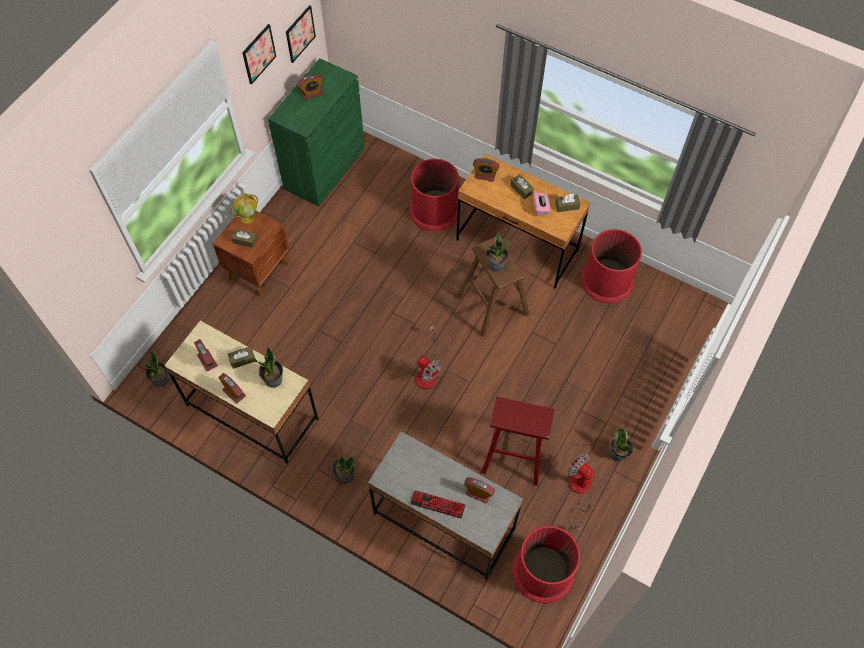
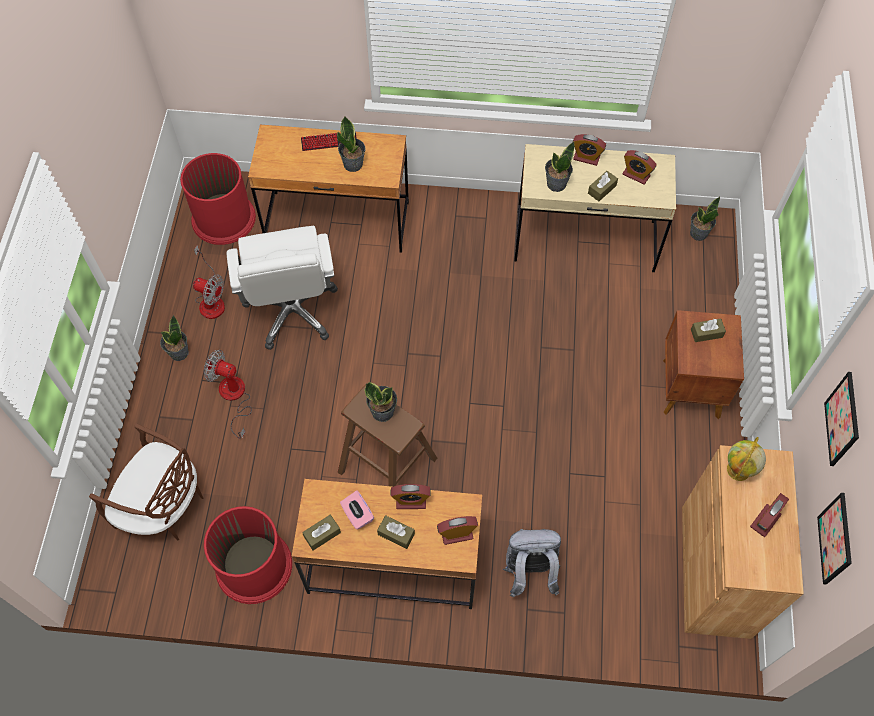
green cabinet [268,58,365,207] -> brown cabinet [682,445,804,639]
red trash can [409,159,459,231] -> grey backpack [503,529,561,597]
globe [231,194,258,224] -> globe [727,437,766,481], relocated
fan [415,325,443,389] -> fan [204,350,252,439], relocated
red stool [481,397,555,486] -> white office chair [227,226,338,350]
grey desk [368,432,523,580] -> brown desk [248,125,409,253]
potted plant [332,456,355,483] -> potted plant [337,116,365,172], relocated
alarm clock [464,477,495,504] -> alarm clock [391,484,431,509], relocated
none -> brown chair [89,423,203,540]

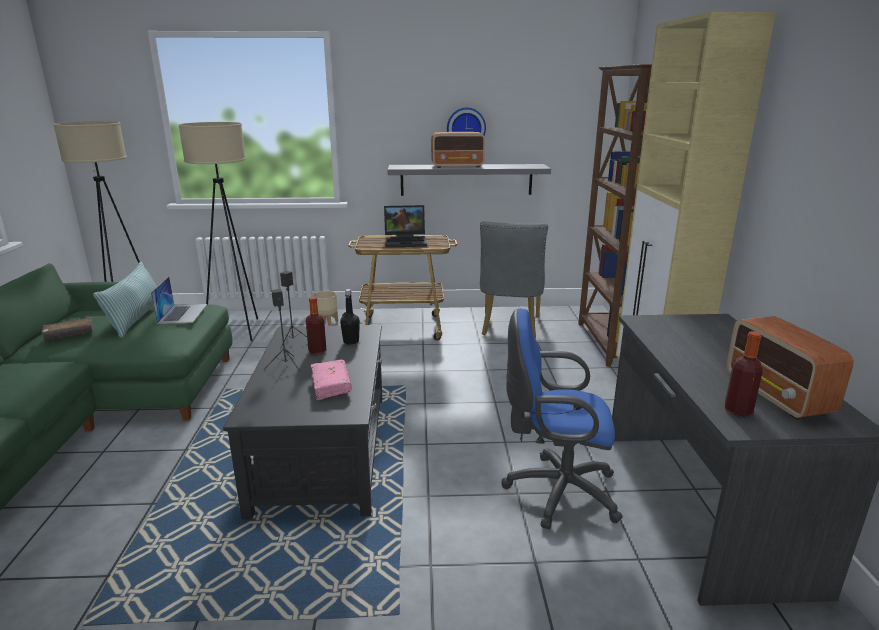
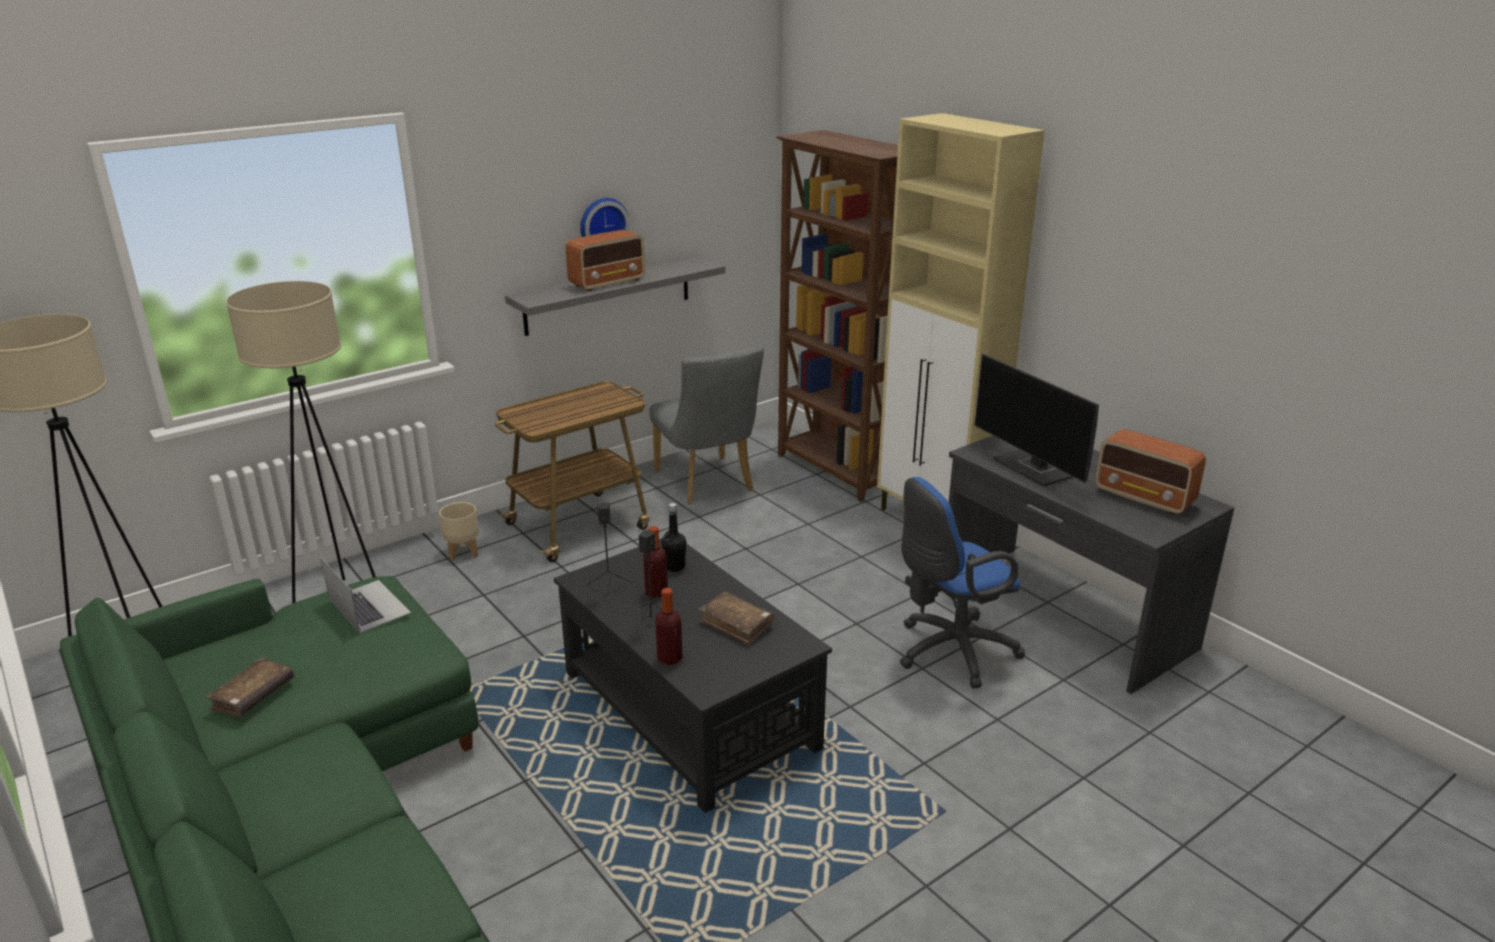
laptop [384,205,427,248] -> none
pillow [93,262,157,338] -> none
bottle [725,331,763,417] -> bottle [655,588,683,665], relocated
pink book [311,360,352,401] -> brown book [699,591,774,646]
none -> monitor [974,354,1099,487]

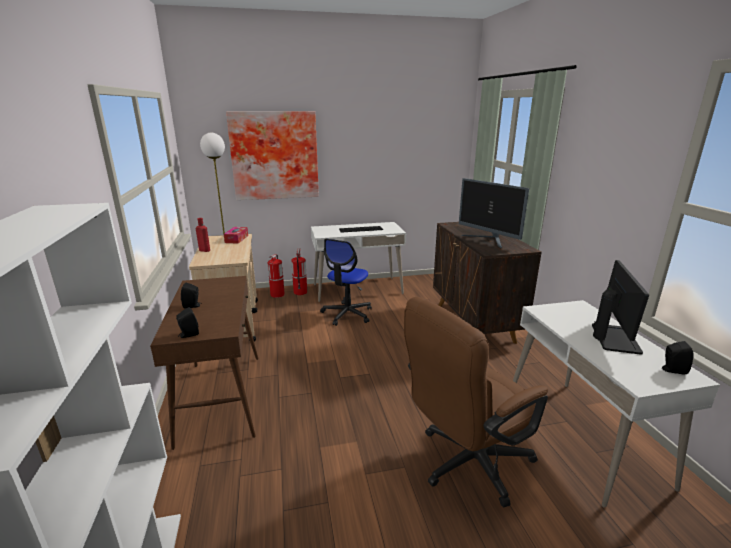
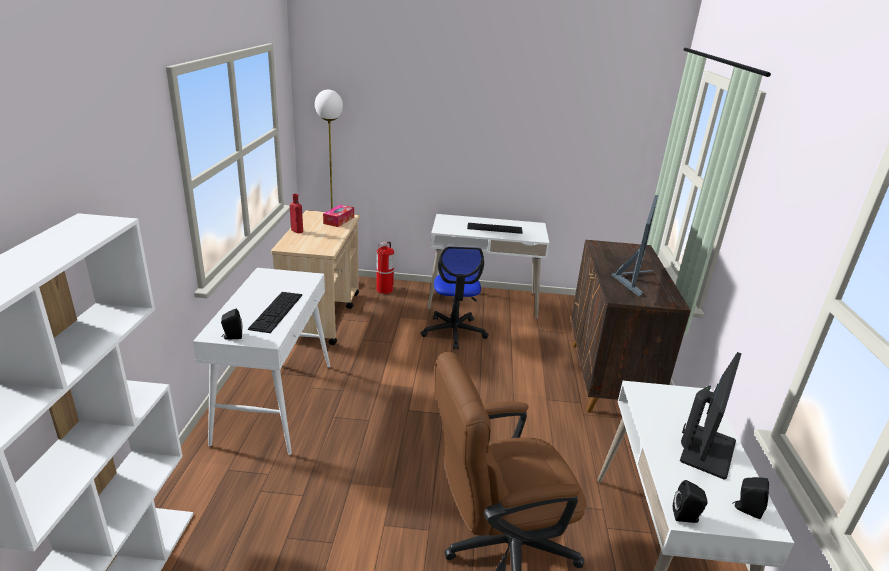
picture [226,111,319,200] -> none
monitor [459,178,529,249] -> monitor [612,195,658,297], 135 degrees counterclockwise
office chair [320,238,372,326] -> office chair [421,247,488,350], 45 degrees counterclockwise
fire extinguisher [291,248,307,295] -> none
brown console table [150,276,259,450] -> white console table [193,268,330,455]
black speaker [181,283,202,309] -> black speaker [673,480,708,523], relocated
none -> keyboard [248,292,302,333]

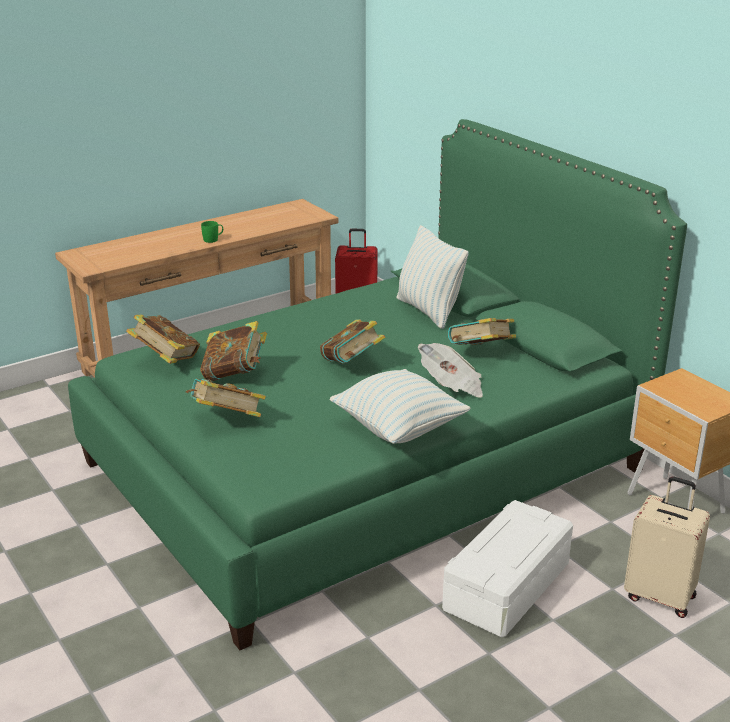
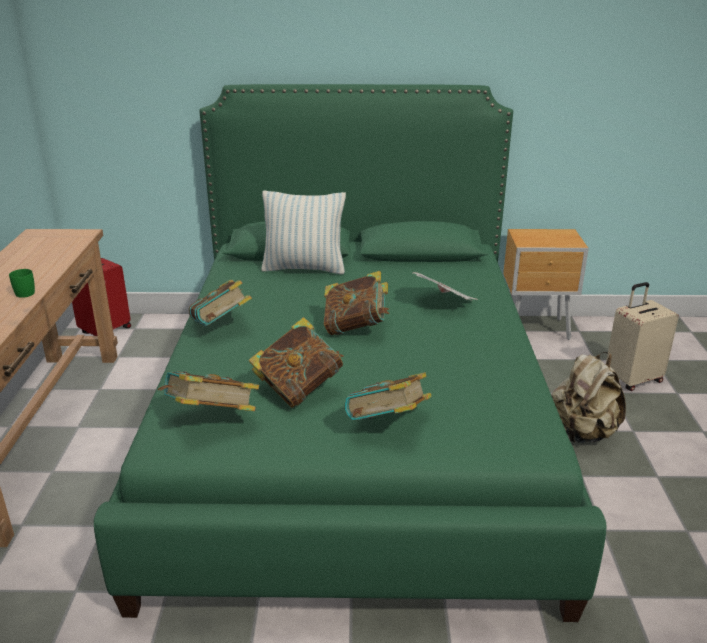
book [448,318,516,345] -> book [189,280,252,326], relocated
pillow [329,369,470,444] -> none
white storage box [442,500,573,637] -> beige backpack [552,352,626,443]

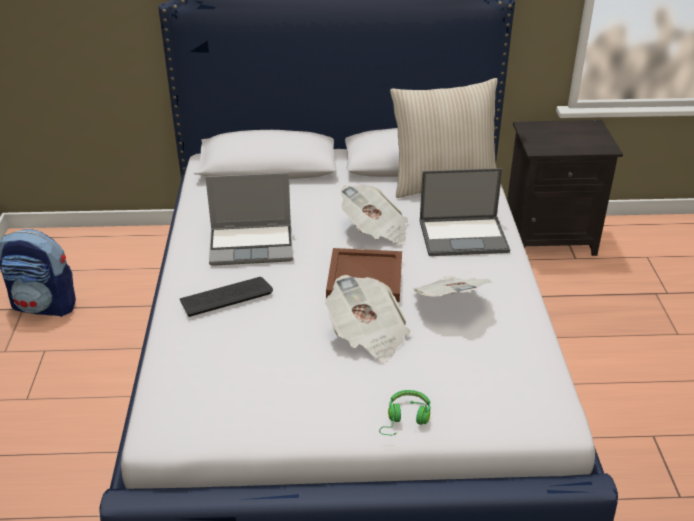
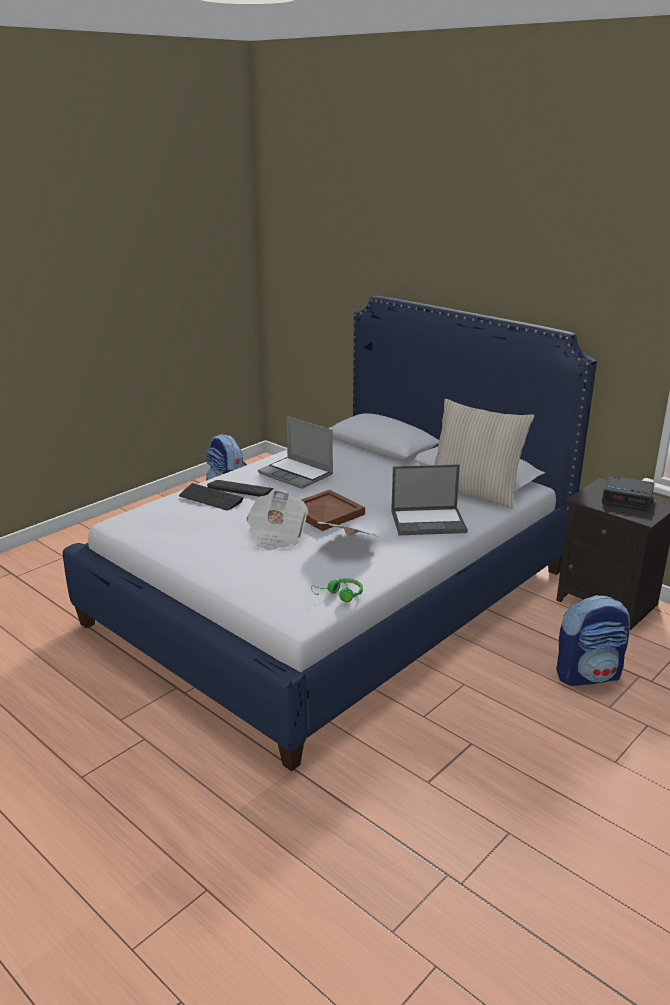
laptop [420,168,510,256] -> laptop [391,464,468,535], 45 degrees counterclockwise
newspaper [341,185,408,245] -> none
green headphones [379,390,431,435] -> green headphones [311,578,363,602], relocated
none -> alarm clock [602,475,655,511]
none -> keyboard [179,483,244,511]
none -> backpack [556,595,630,686]

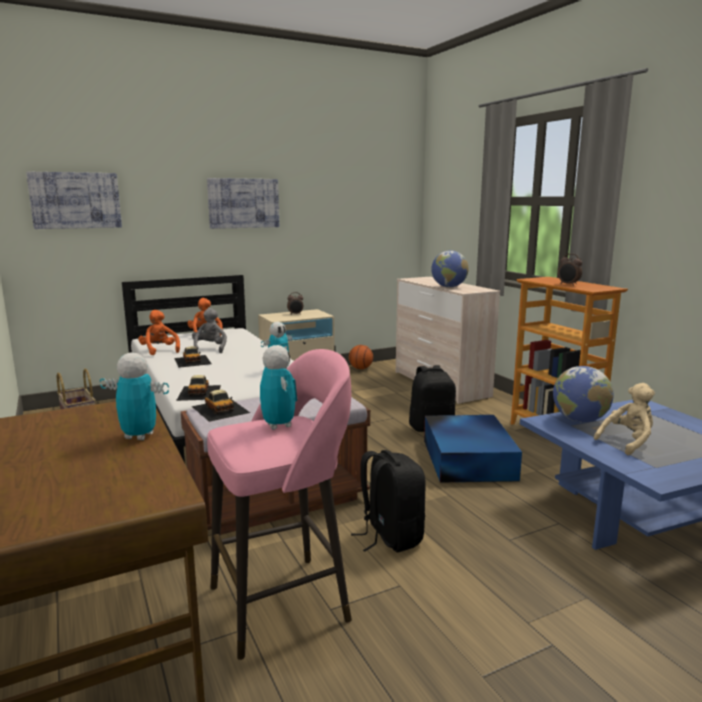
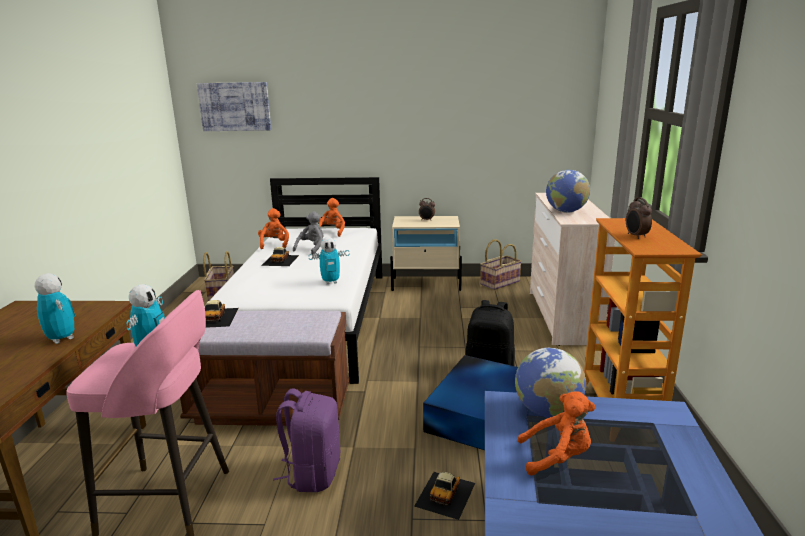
picture [207,178,279,229] -> none
basketball [349,345,373,369] -> basket [480,239,522,290]
toy car [176,375,221,401] -> toy car [414,472,475,520], relocated
beige plush toy [594,383,655,455] -> orange plush toy [518,392,595,476]
black backpack [351,450,426,552] -> purple backpack [273,389,340,492]

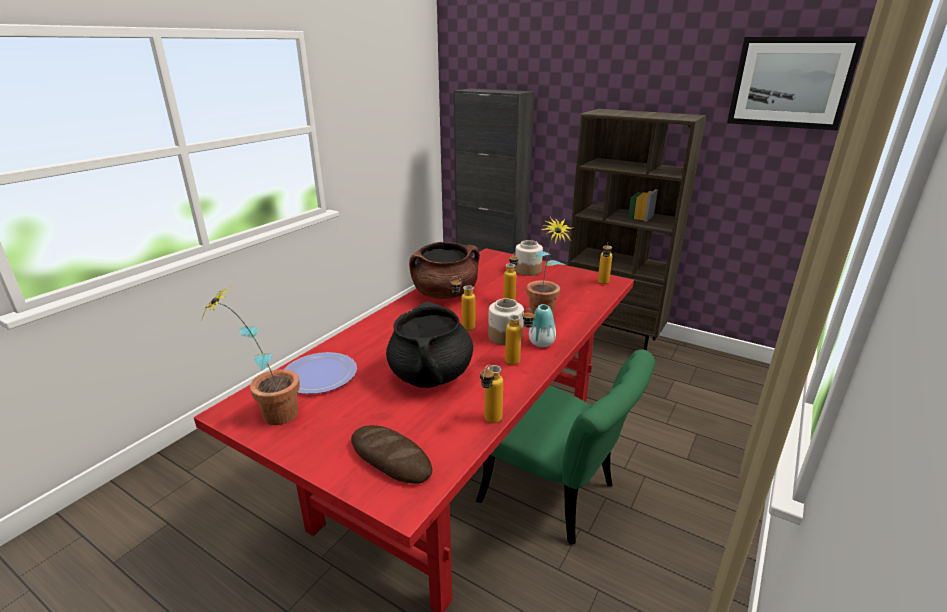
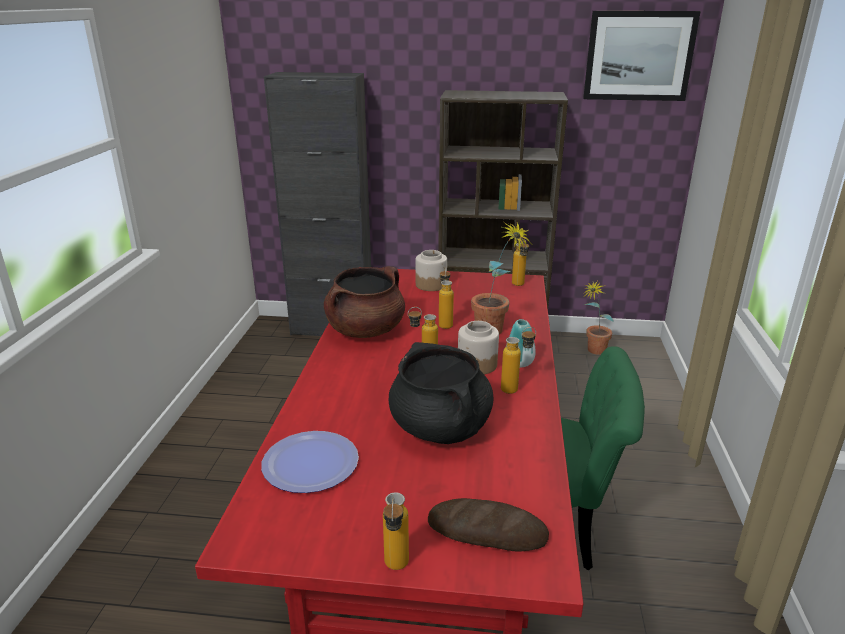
potted plant [202,287,300,425] -> potted plant [584,280,614,355], relocated
bottle [480,365,503,423] -> bottle [383,492,409,570], relocated

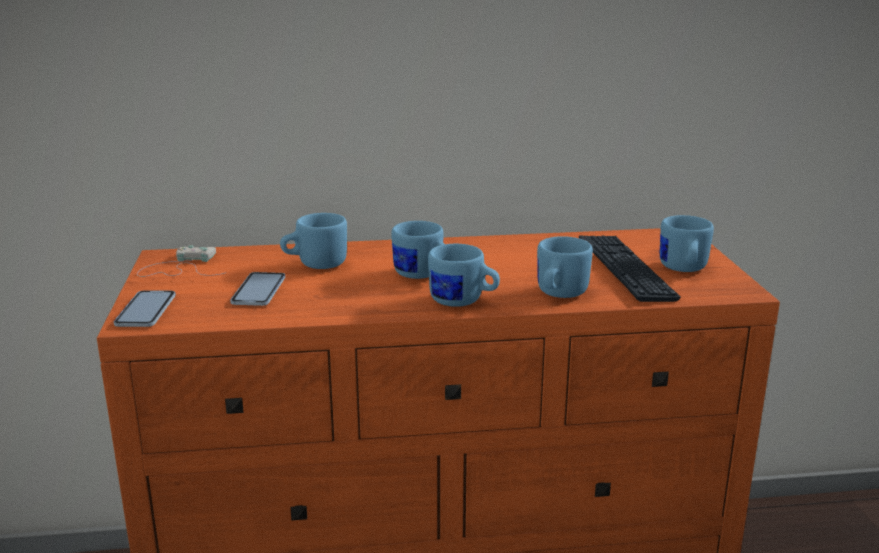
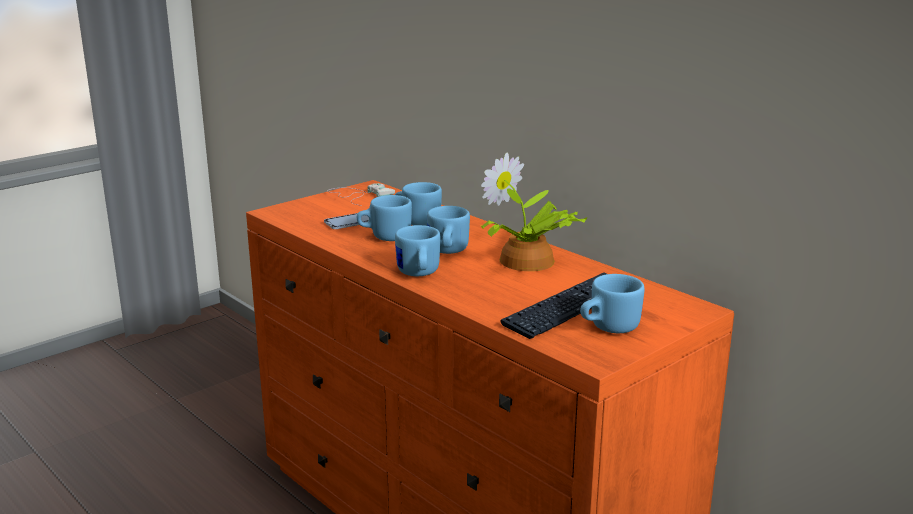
blue mug [537,236,593,298] -> blue mug [357,195,412,241], relocated
phone [114,290,176,327] -> none
none -> potted plant [481,153,588,271]

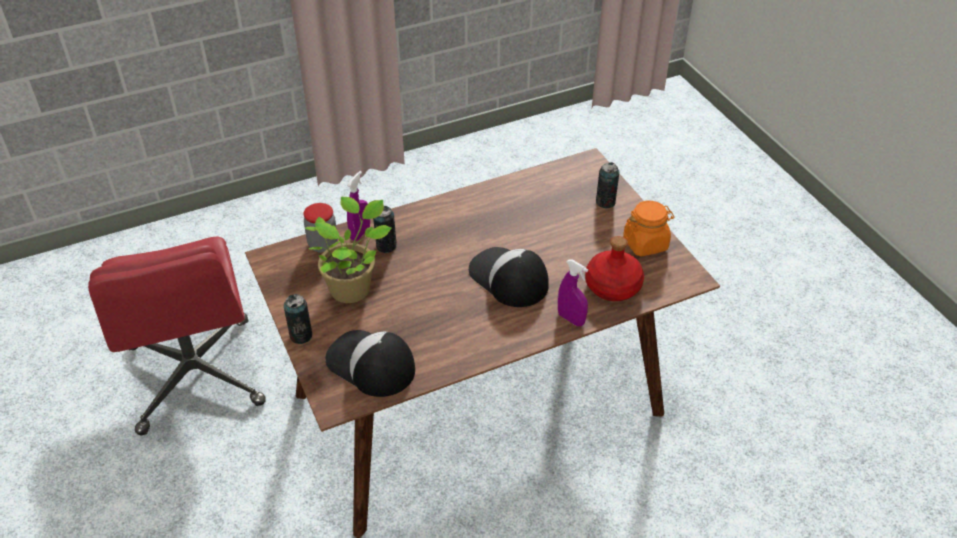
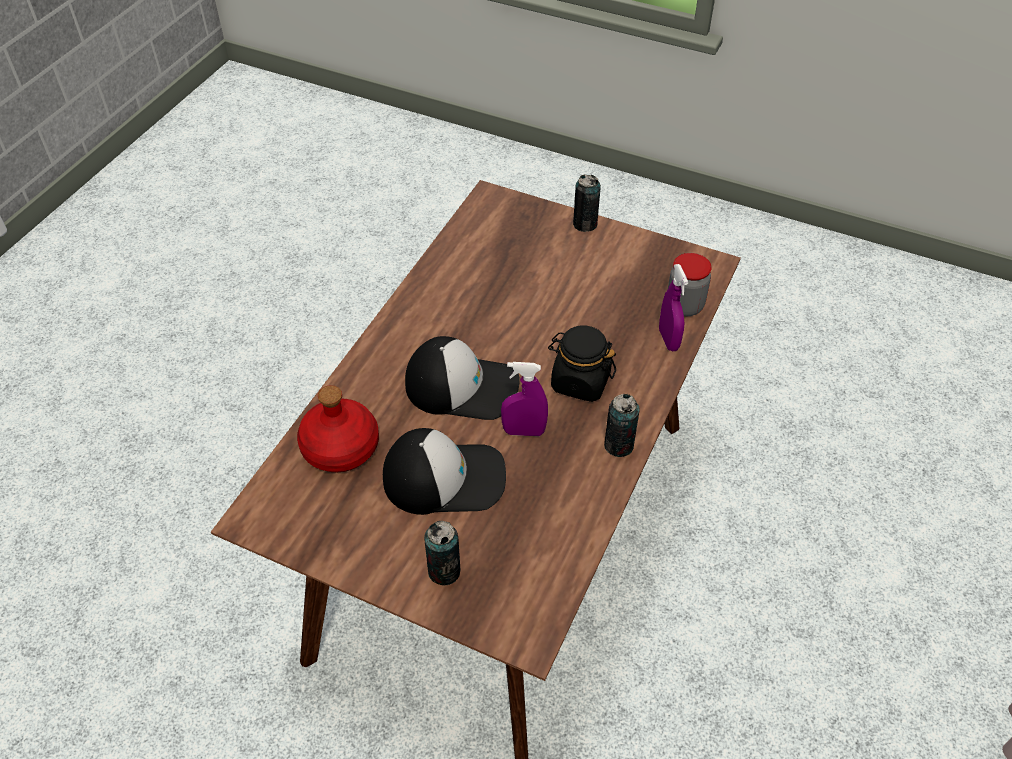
potted plant [305,197,392,303] -> none
orange jar [623,200,674,256] -> none
can [373,206,397,253] -> can [604,394,640,457], relocated
red office chair [88,237,266,435] -> none
purple spray bottle [558,259,588,326] -> purple spray bottle [501,362,548,436], relocated
cap [325,330,415,397] -> cap [383,428,506,515], relocated
none -> black jar [548,326,616,402]

